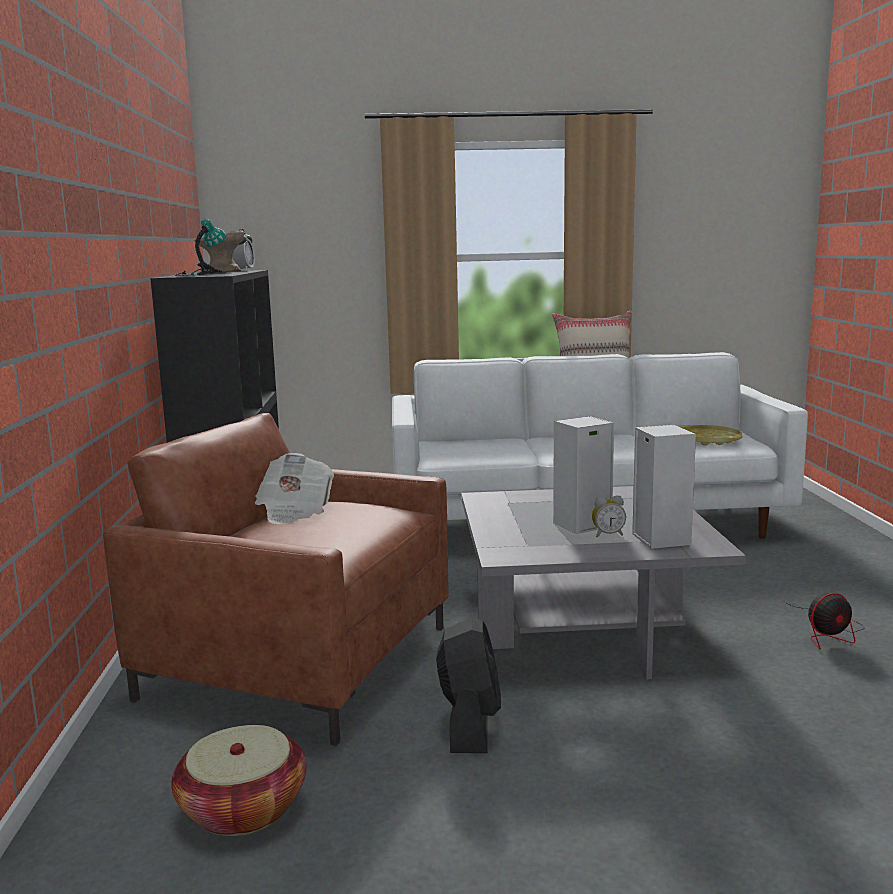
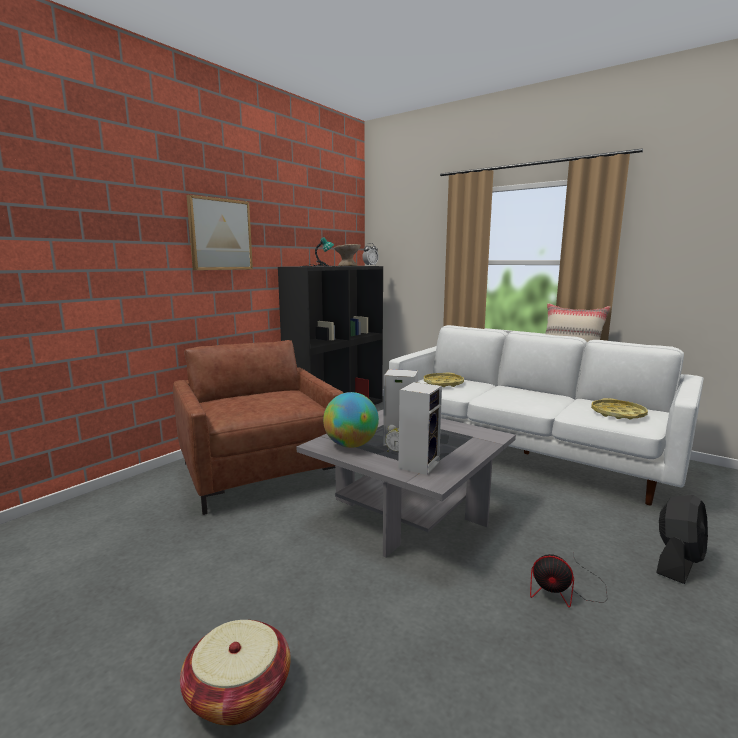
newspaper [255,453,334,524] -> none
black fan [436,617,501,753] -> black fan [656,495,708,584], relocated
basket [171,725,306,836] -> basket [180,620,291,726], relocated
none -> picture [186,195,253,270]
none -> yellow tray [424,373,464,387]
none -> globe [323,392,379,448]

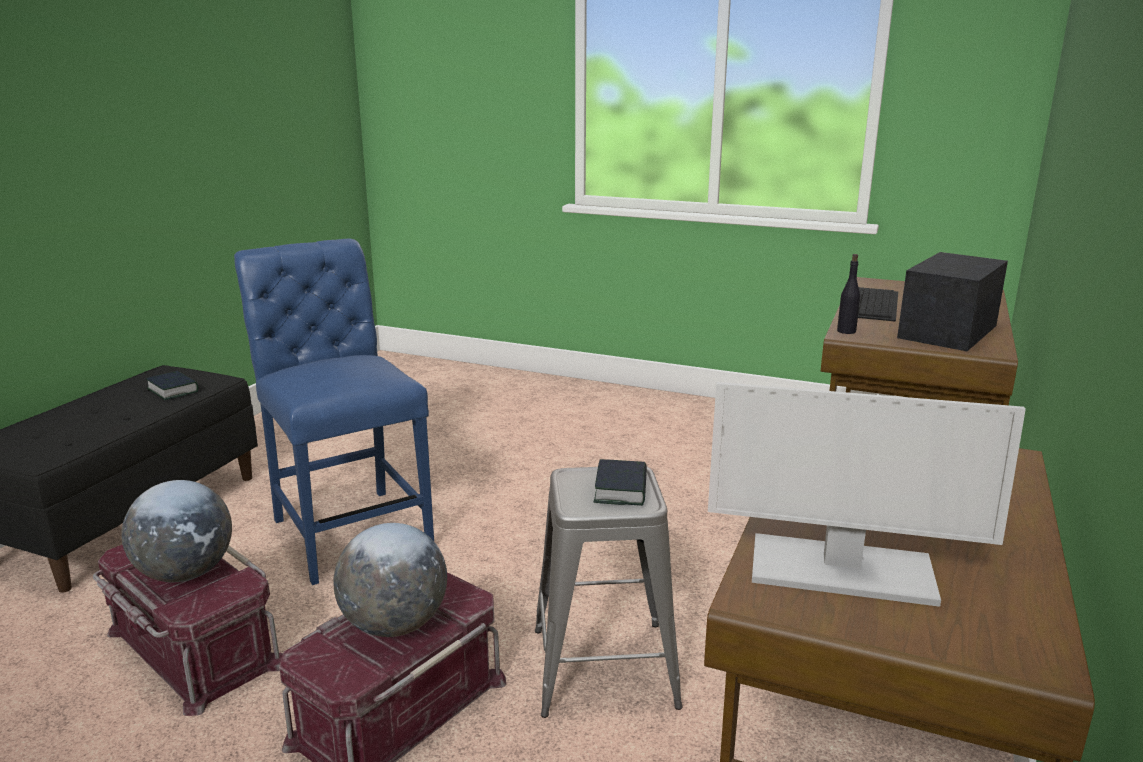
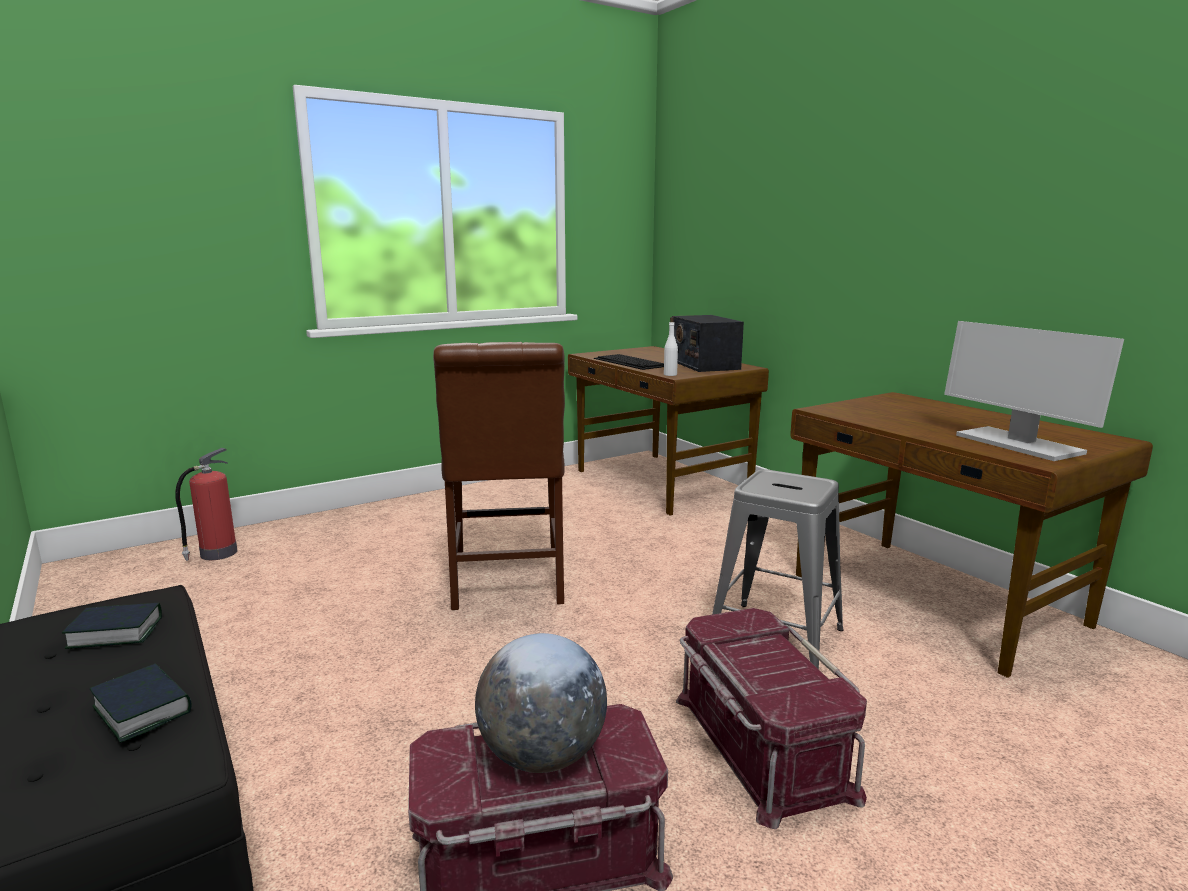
blue chair [234,239,434,585] -> none
black bottle [837,254,860,334] -> white bottle [664,317,678,376]
monitor [708,382,1026,607] -> monitor [944,321,1124,461], 105 degrees clockwise
book [594,459,647,506] -> book [90,663,191,743], relocated
globe [333,523,447,637] -> none
none -> brown chair [433,342,565,610]
none -> fire extinguisher [175,448,237,561]

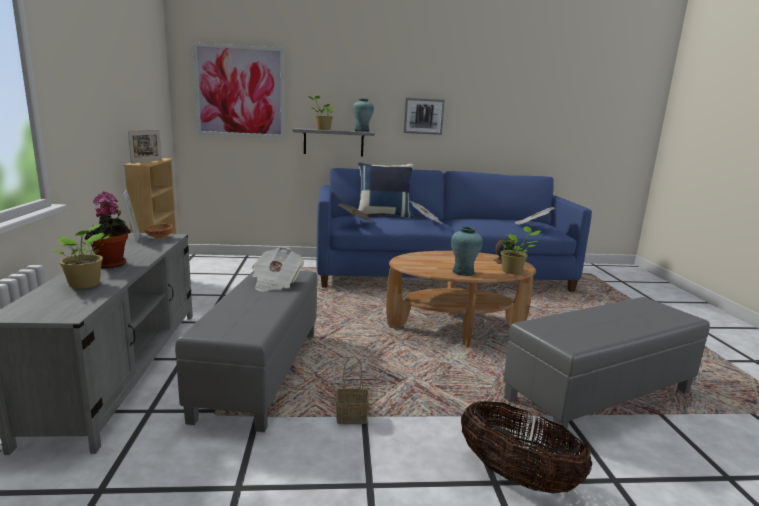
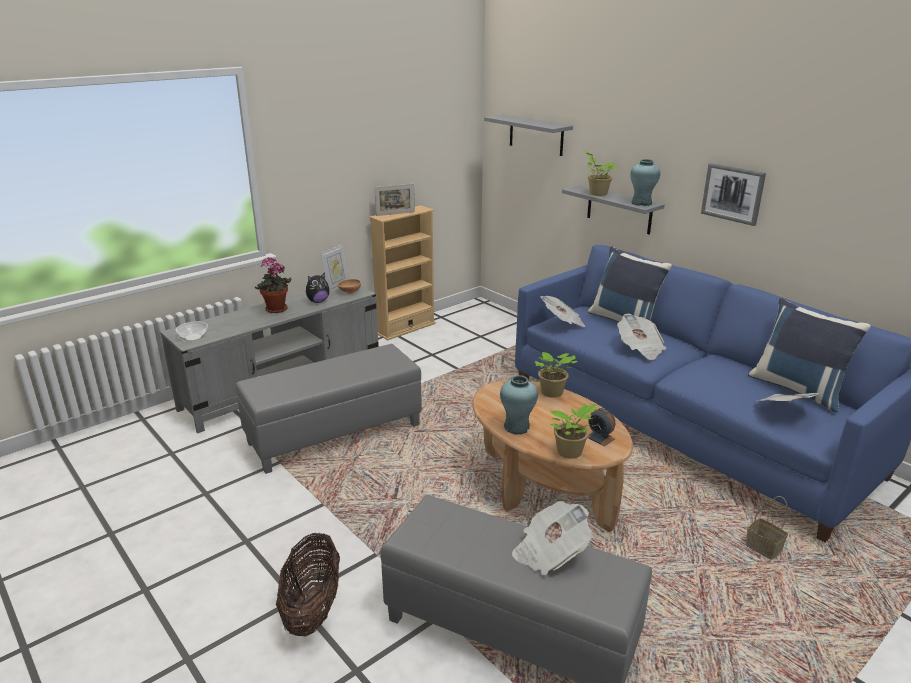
picture [193,42,284,138] -> grey shelf [484,114,573,156]
potted plant [51,224,110,289] -> potted plant [535,352,578,398], relocated
newspaper [252,247,304,291] -> newspaper [512,501,592,575], relocated
basket [336,356,369,424] -> basket [746,496,788,560], relocated
none -> plush toy [306,272,330,303]
none -> blue pillow [748,298,871,413]
none -> bowl [176,322,208,341]

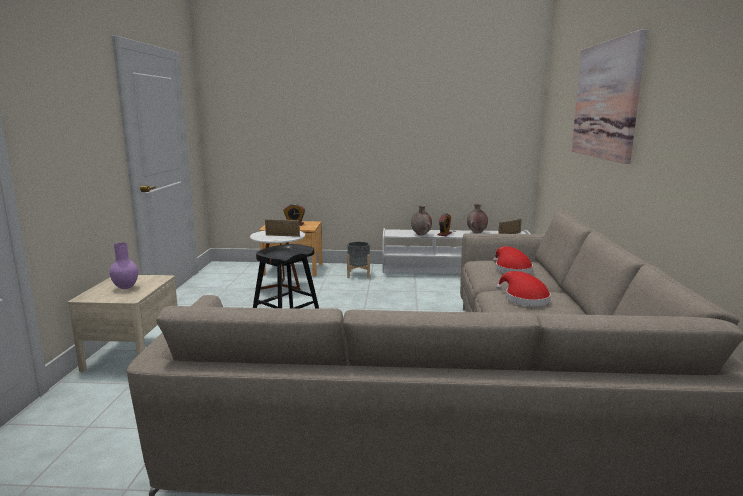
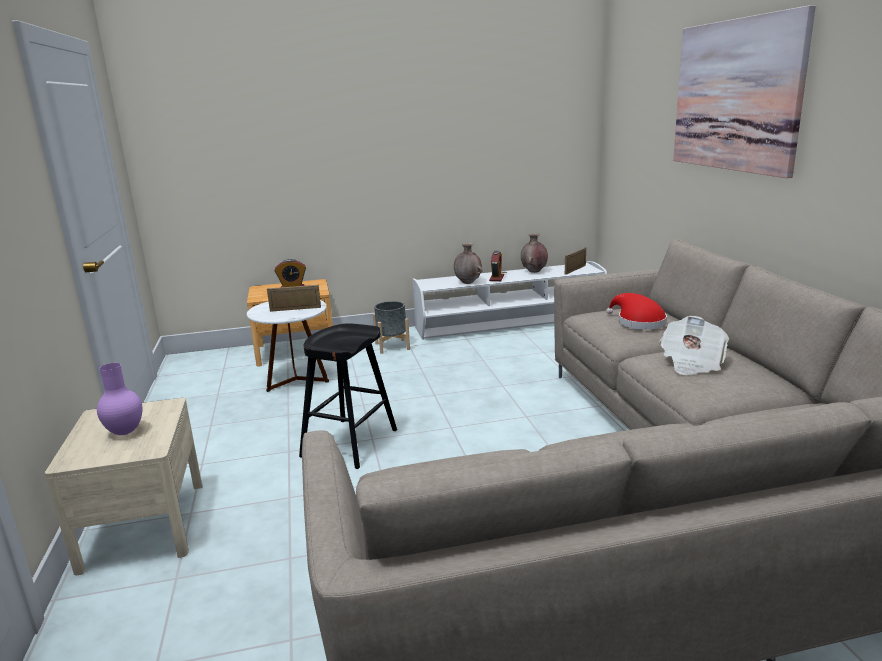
red hat [496,271,551,306] -> newspaper [659,316,729,375]

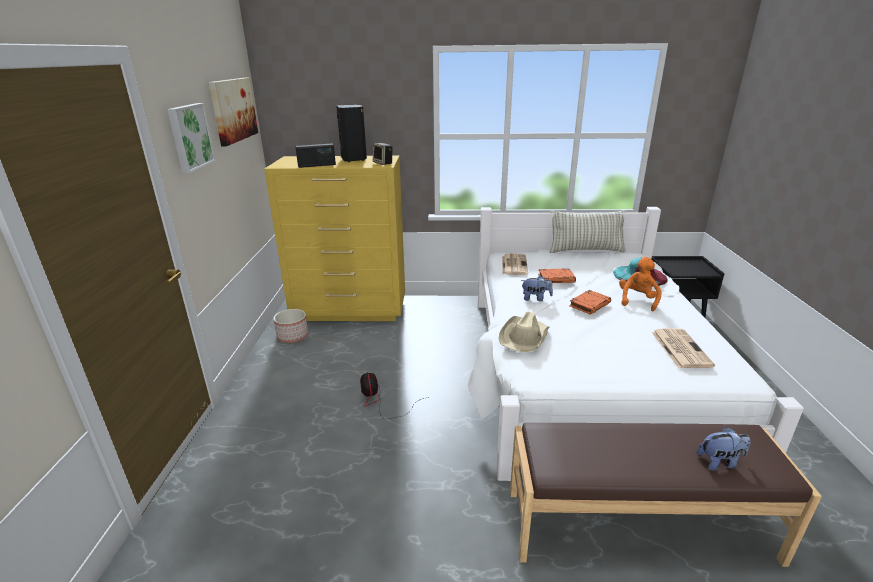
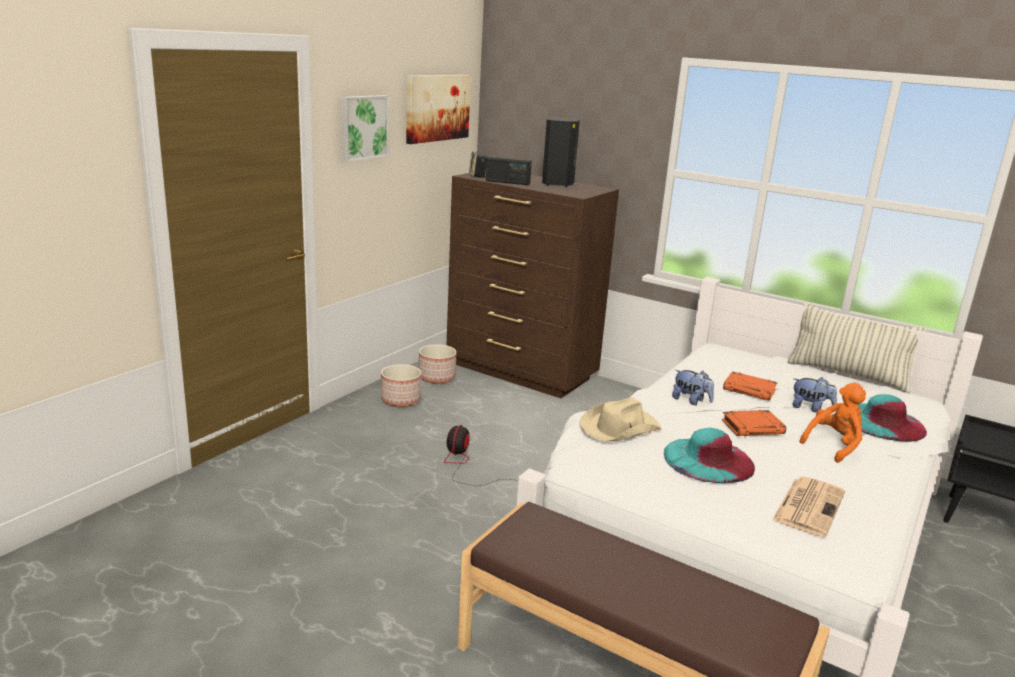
speaker [373,143,393,165] -> speaker [469,151,487,178], relocated
yellow dresser [264,156,405,321] -> brown dresser [447,172,619,398]
newspaper [502,253,528,275] -> none
plush toy [696,427,751,471] -> plush toy [792,377,837,413], relocated
none -> planter [381,364,421,407]
none -> turquoise hat [664,428,755,483]

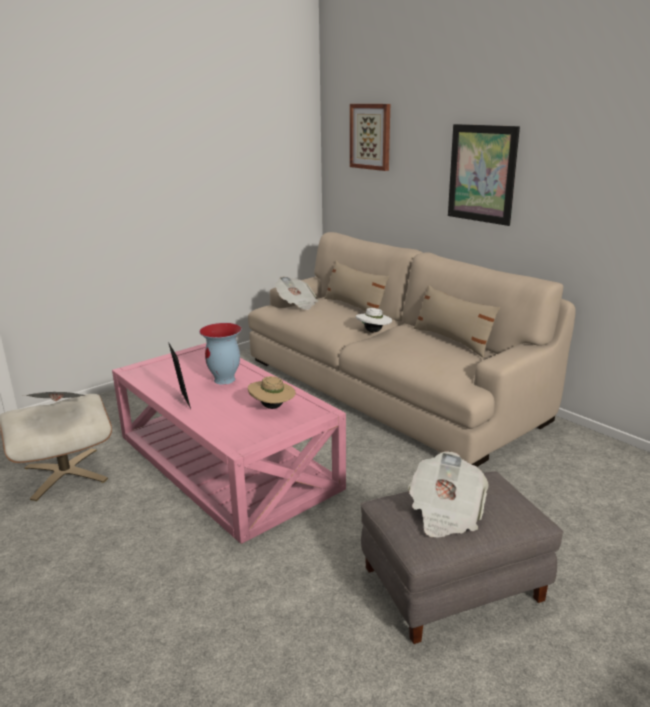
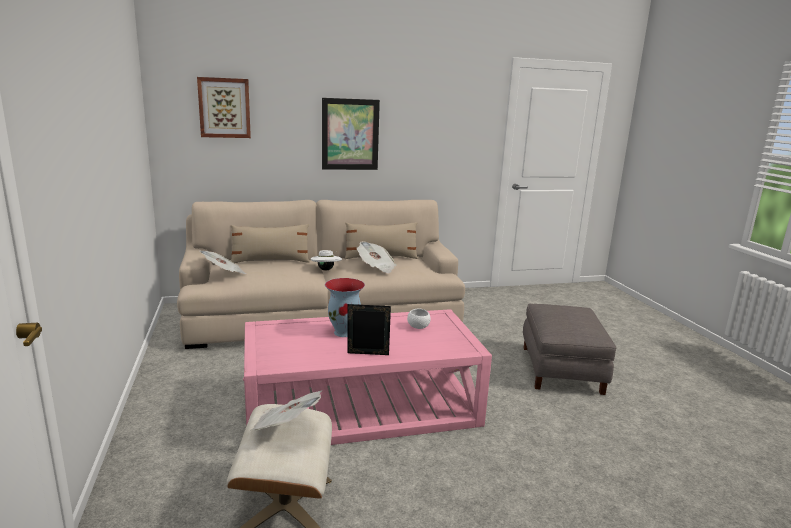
beige hat [248,376,296,409] -> white bowl [407,309,431,329]
newspaper [408,452,489,537] -> newspaper [357,241,397,274], relocated

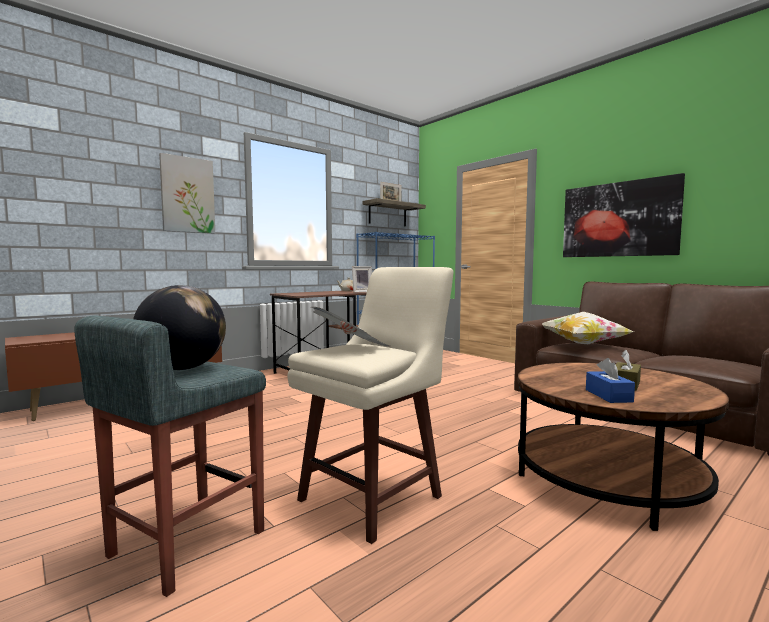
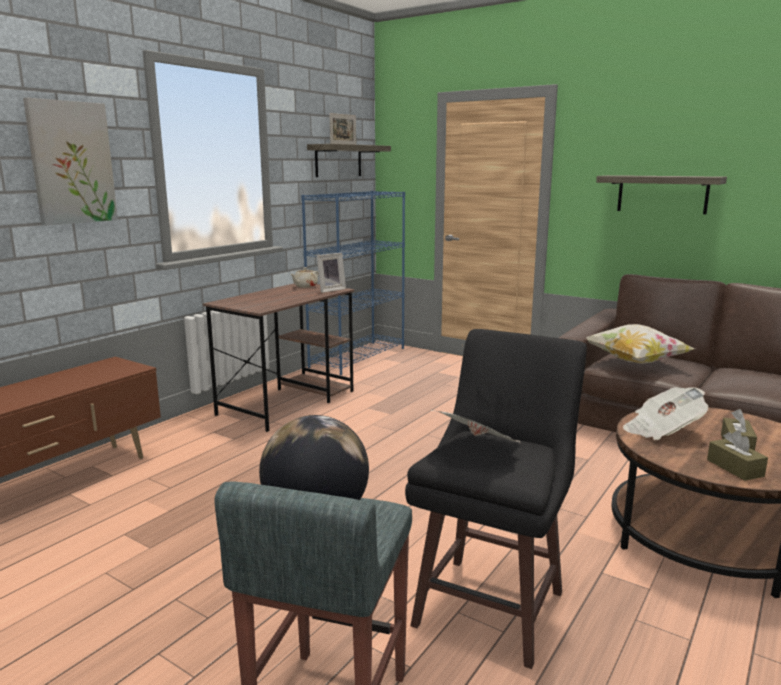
picture [563,173,685,257] -> shelf [596,175,727,214]
beige stool [287,267,453,544] -> black stool [405,329,587,669]
blue tissue box [586,358,635,403] -> brown tissue box [707,430,768,481]
none -> newspaper [623,387,708,440]

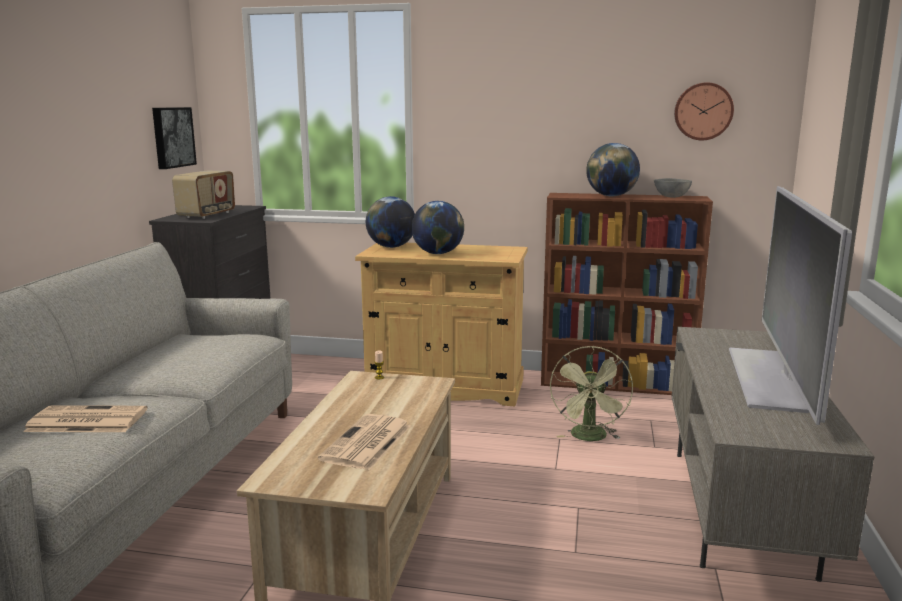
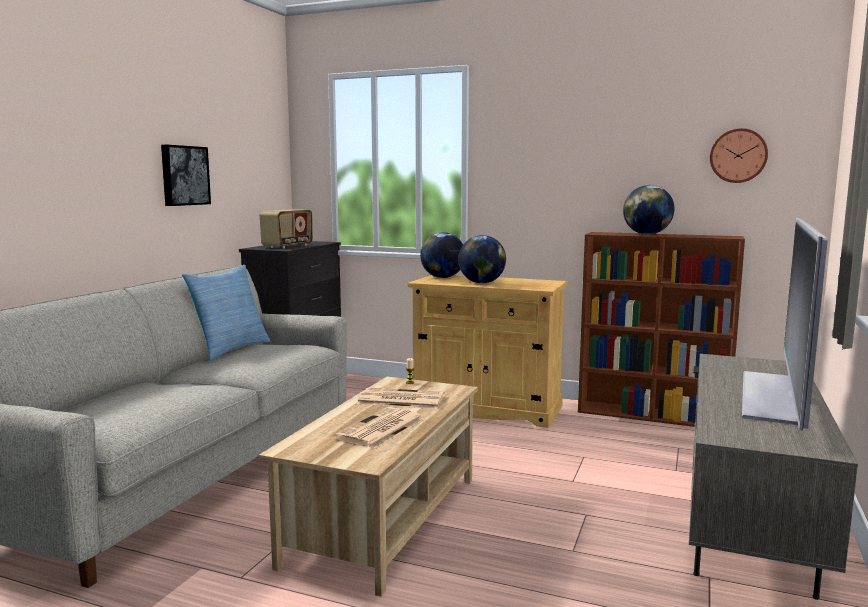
picture [152,107,197,169] -> picture [161,145,211,206], relocated
grey bowl [654,178,692,198] -> none
green fan [550,346,633,441] -> none
newspaper [23,405,147,432] -> newspaper [357,387,445,409], relocated
none -> pillow [182,265,270,361]

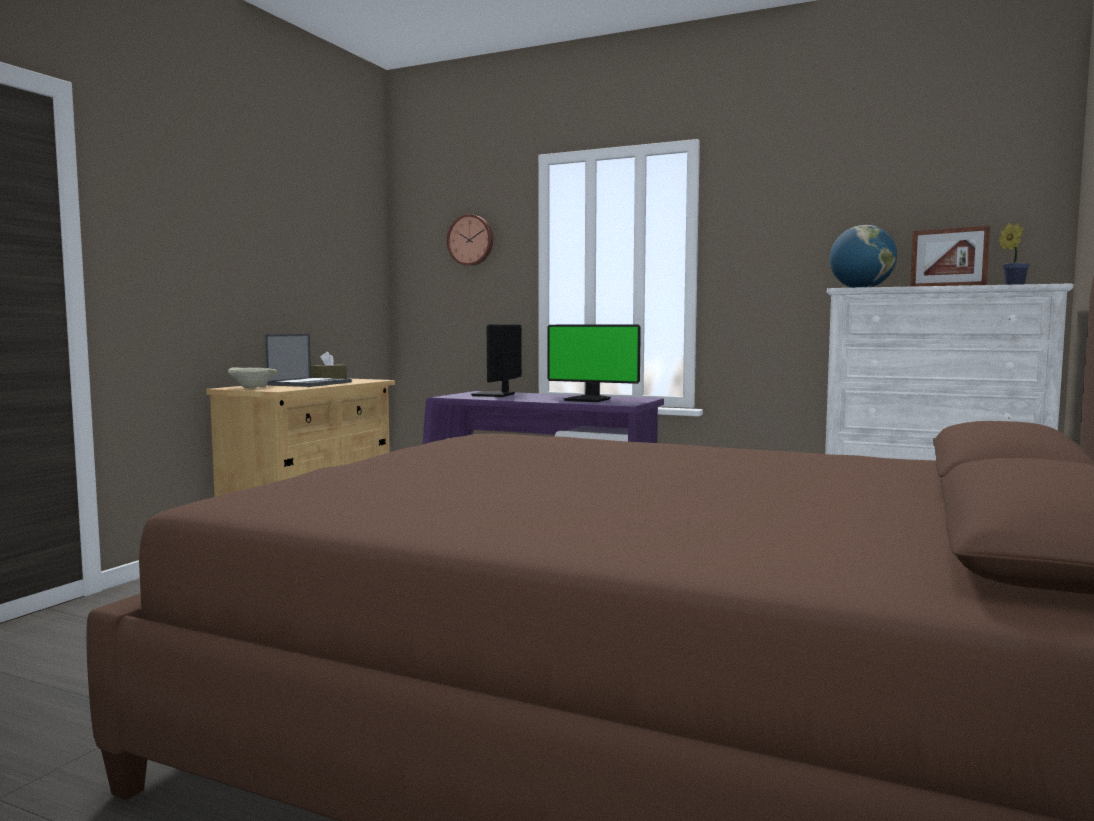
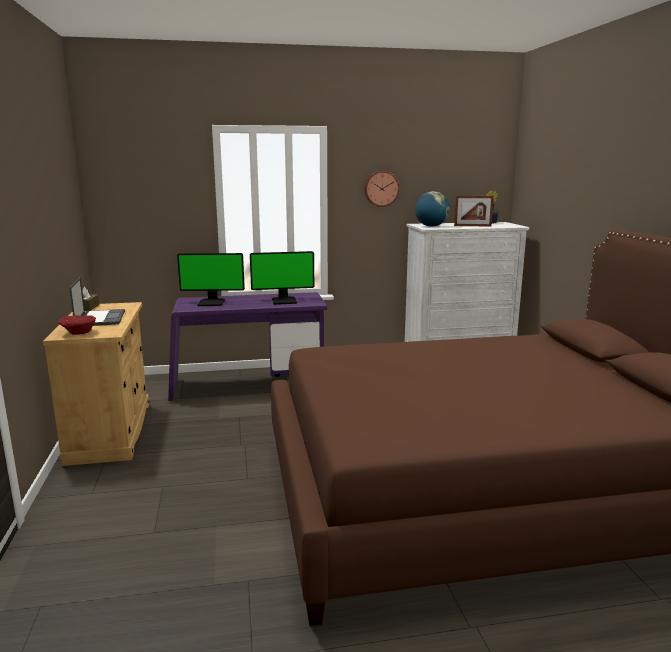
wall clock [447,214,493,266] -> wall clock [365,171,400,207], relocated
monitor [471,325,522,397] -> monitor [177,253,245,306], 75 degrees counterclockwise
beige bowl [228,367,277,388] -> red bowl [58,315,96,335]

